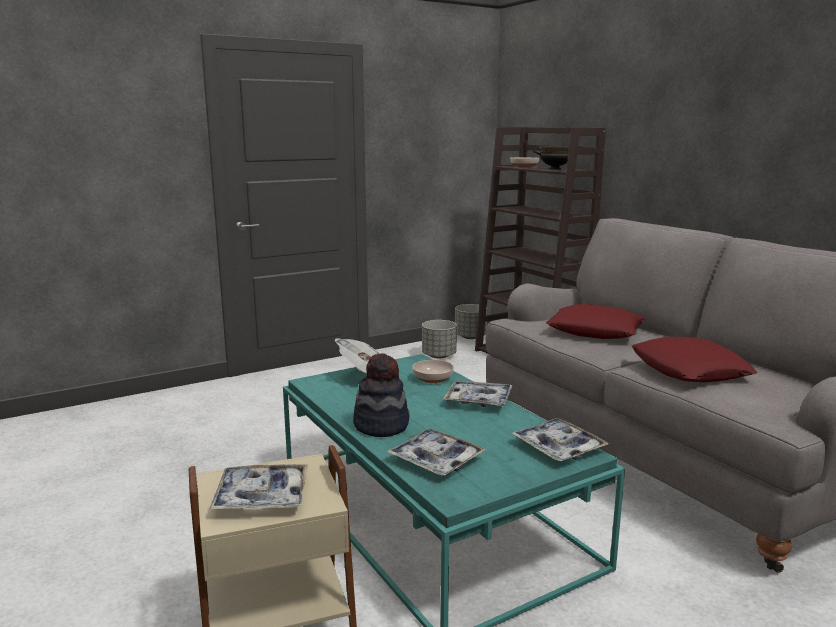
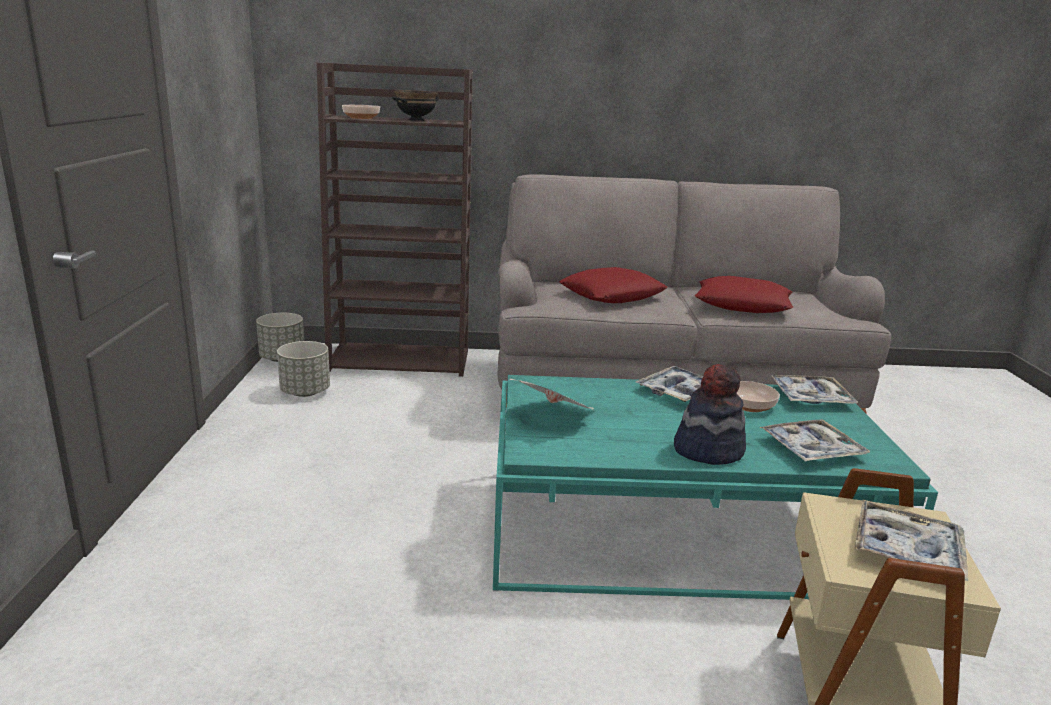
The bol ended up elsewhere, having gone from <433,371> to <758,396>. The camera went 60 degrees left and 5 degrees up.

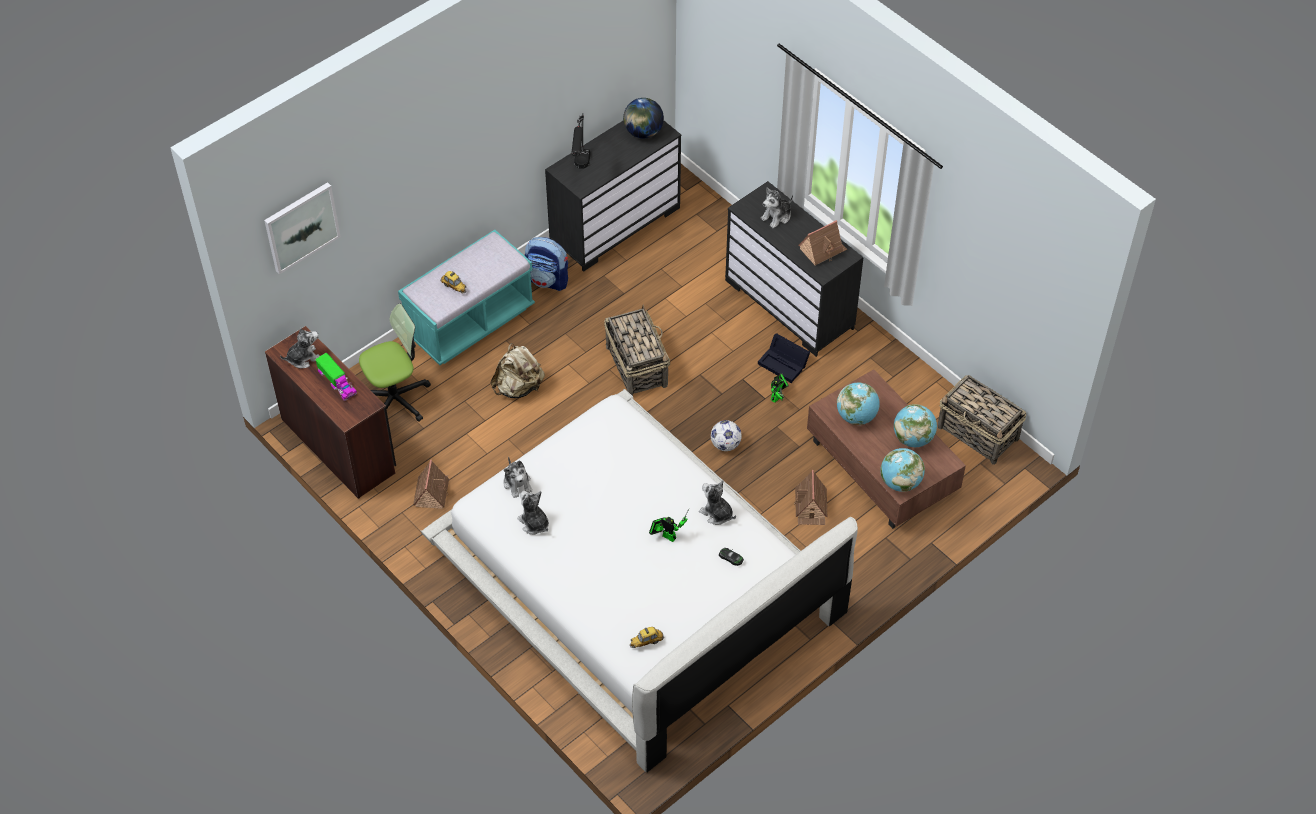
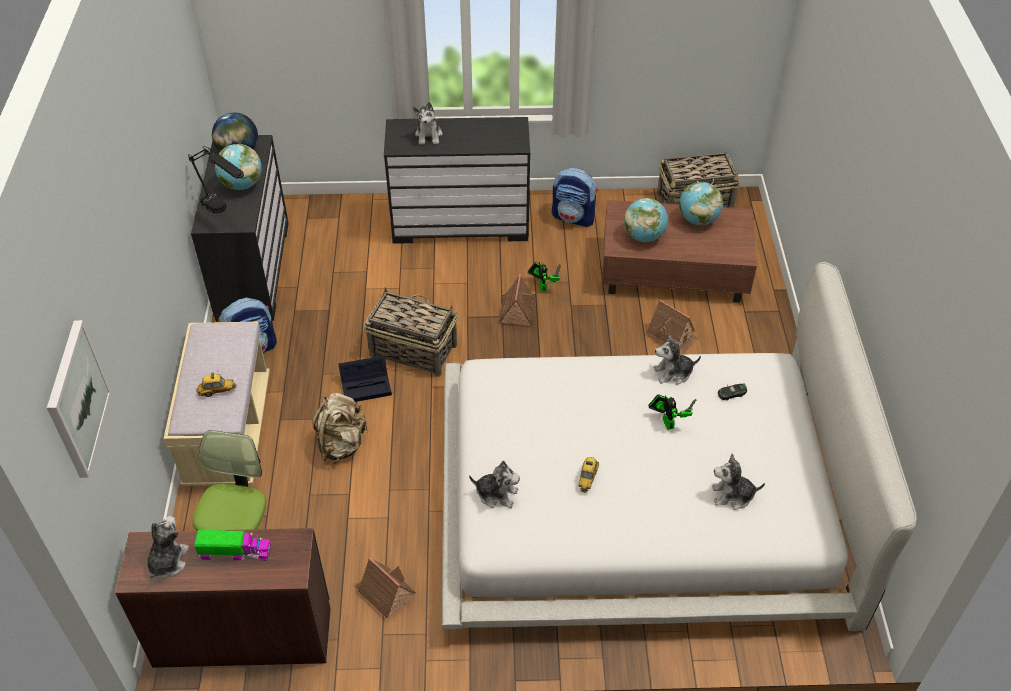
What was the banc [turquoise] at <466,297> turned into the banc [beige] at <217,404>. The peluche ended up elsewhere, having gone from <533,513> to <738,482>. The petite voiture ended up elsewhere, having gone from <647,637> to <588,475>. The robot jouet at <669,525> ended up facing another way, 90 degrees clockwise from before. The second view lost the ballon de foot at <726,435>. The boîte de rangement [noir] ended up elsewhere, having gone from <784,358> to <365,379>. The maison miniature ended up elsewhere, having gone from <822,242> to <517,300>. The globe ended up elsewhere, having gone from <902,470> to <238,167>. The second view gained the sac à dos at <575,197>. The camera went 50 degrees left and 5 degrees down.

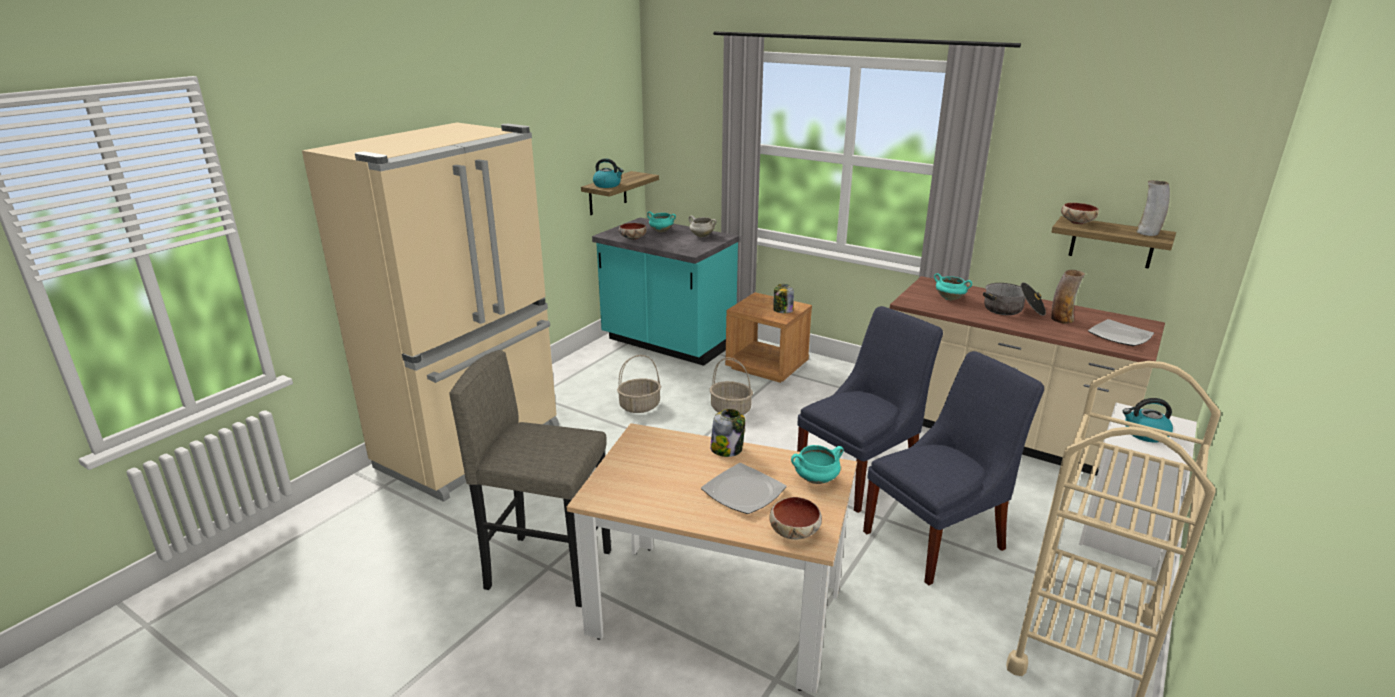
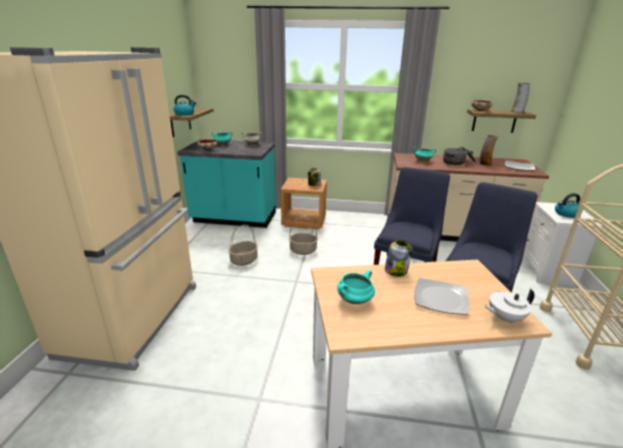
The second view lost the tabouret [gris] at <530,478>. Where the bol stood at <795,518>, the théière [blanc] came to stand at <509,306>. The marmite [turquoise] ended up elsewhere, having gone from <817,464> to <356,287>. The camera went 25 degrees left and 0 degrees up.

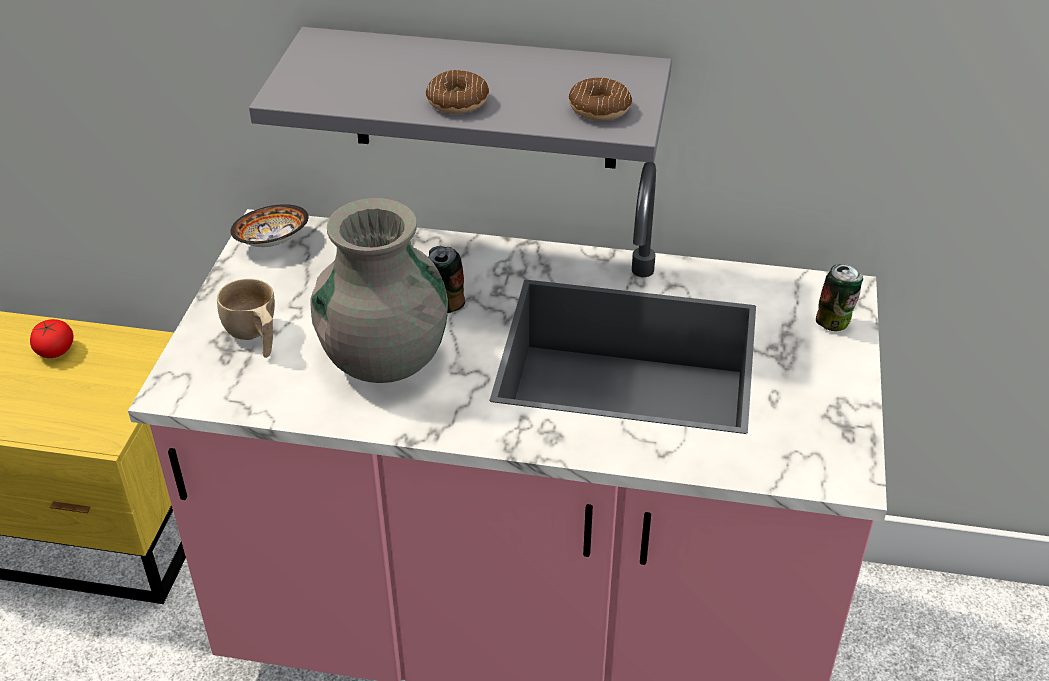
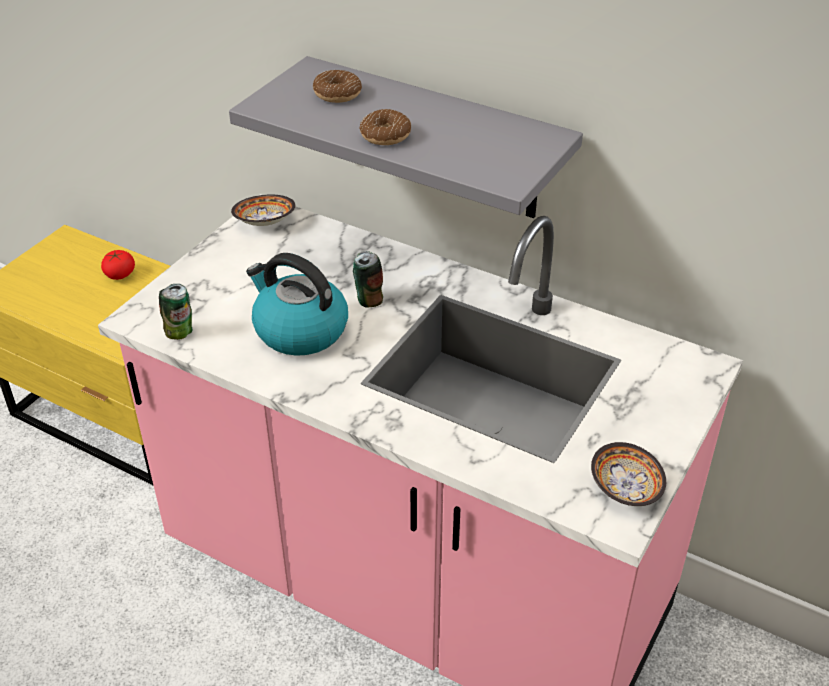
The second view lost the tasse [beige] at <246,318>. Where the vase [gris] stood at <379,290>, the bouilloire came to stand at <297,304>. The beignet ended up elsewhere, having gone from <600,99> to <337,86>. The boîte métallique ended up elsewhere, having gone from <839,297> to <175,312>. The second view gained the bol at <628,474>. The camera went 20 degrees right and 0 degrees up.

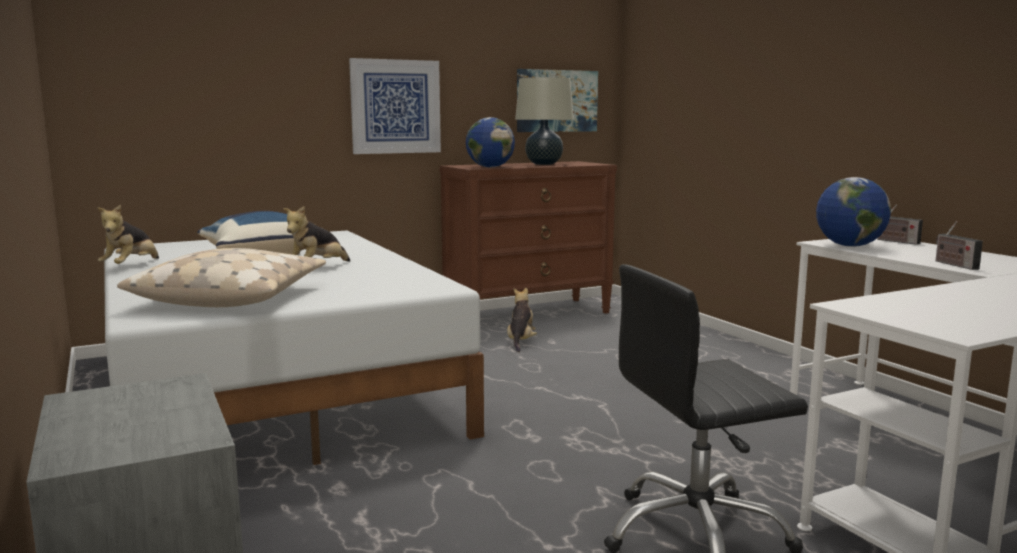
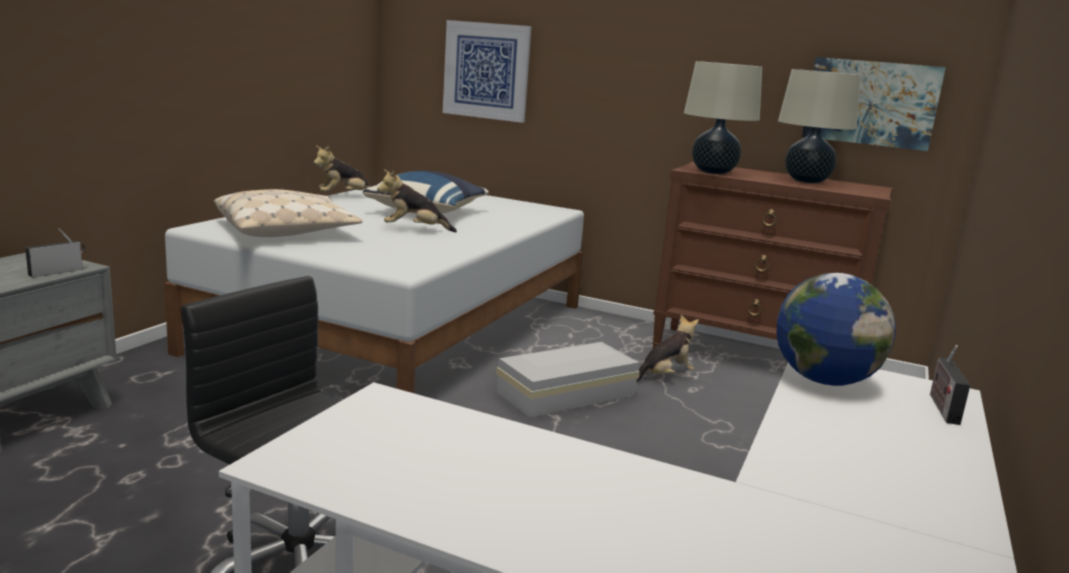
The tableau ended up elsewhere, having gone from <395,106> to <487,71>. Where the globe stood at <490,142>, the lampe de table [beige] came to stand at <723,117>. The radio ended up elsewhere, having gone from <959,245> to <55,252>. The second view gained the boîte de rangement [blanc] at <568,380>. The camera went 50 degrees right and 5 degrees up.

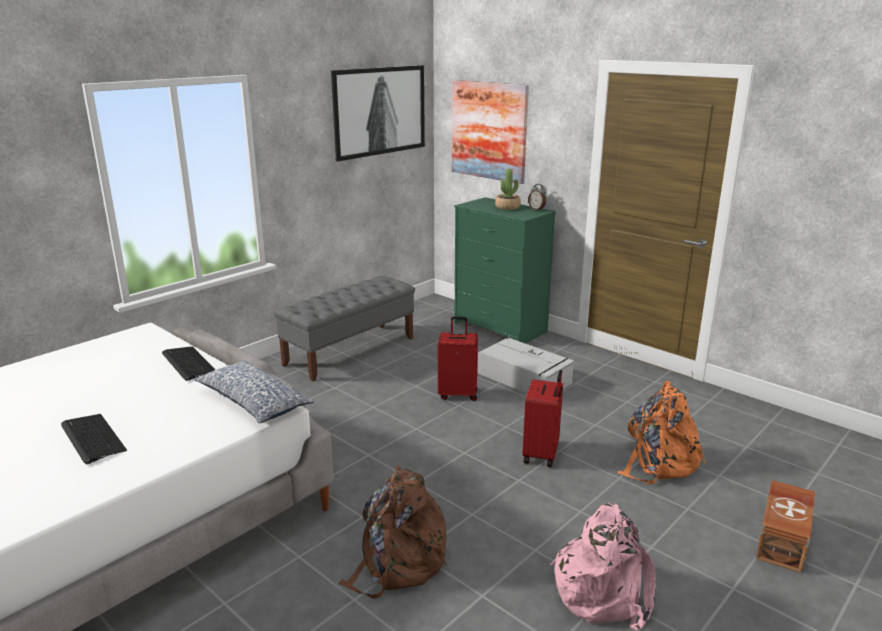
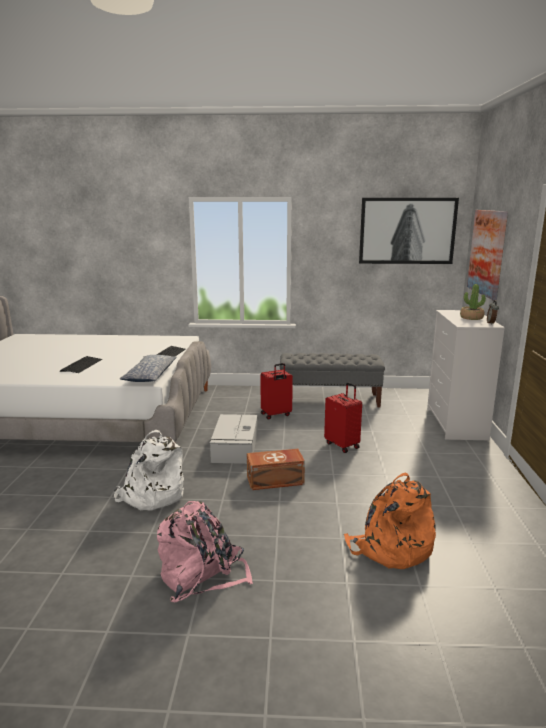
What was the sac à dos [marron] at <393,532> turned into the sac à dos [blanc] at <149,470>. What was the commode [vert] at <505,270> turned into the commode [blanc] at <466,375>. The boîte de rangement [gris] ended up elsewhere, having gone from <526,365> to <233,439>. The valise [rouge] ended up elsewhere, having gone from <543,418> to <276,391>. The boîte de rangement [marron] ended up elsewhere, having gone from <785,526> to <276,469>. The camera went 50 degrees right and 5 degrees down.

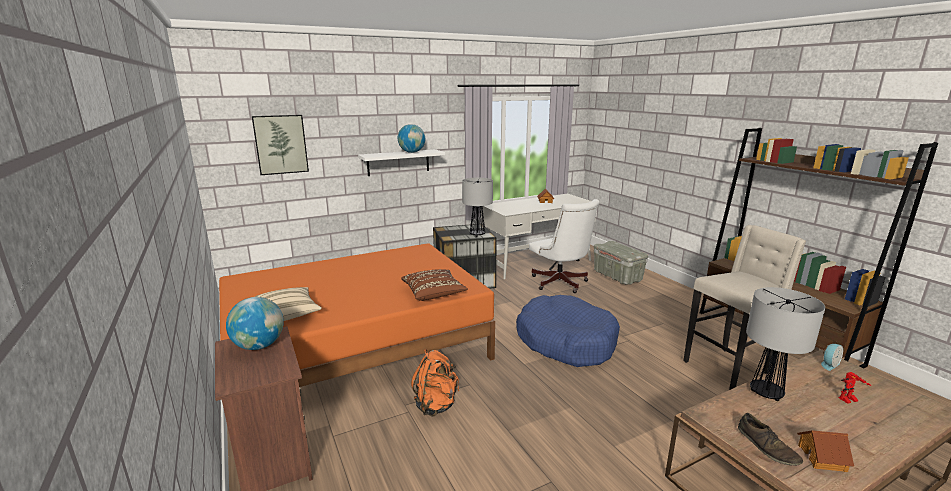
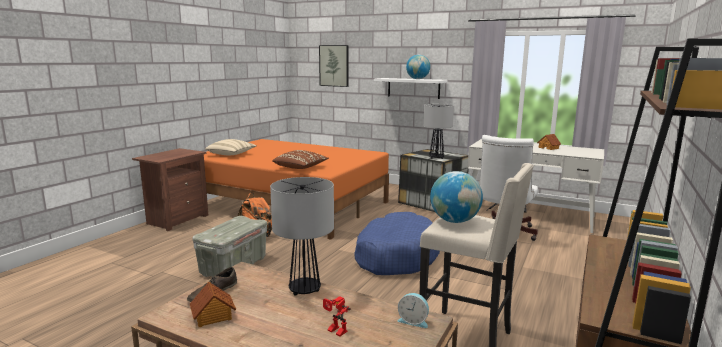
The globe ended up elsewhere, having gone from <255,323> to <456,197>. The boîte de rangement [gris] ended up elsewhere, having gone from <621,263> to <229,246>. The camera went 55 degrees right and 5 degrees down.

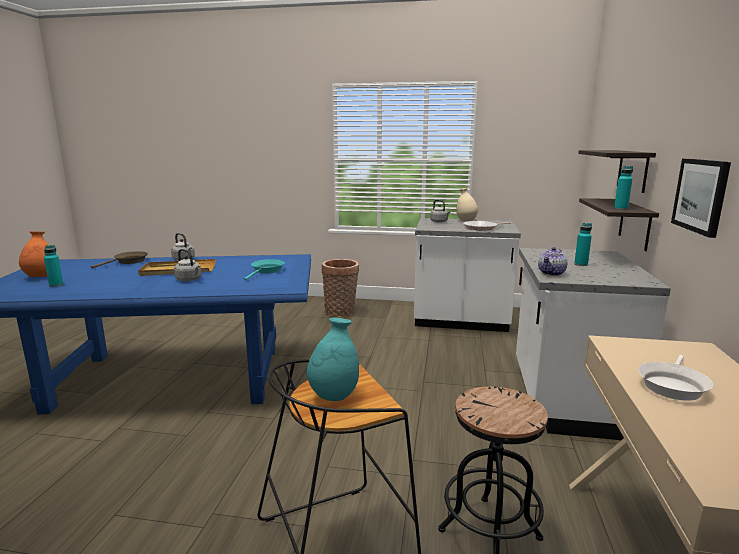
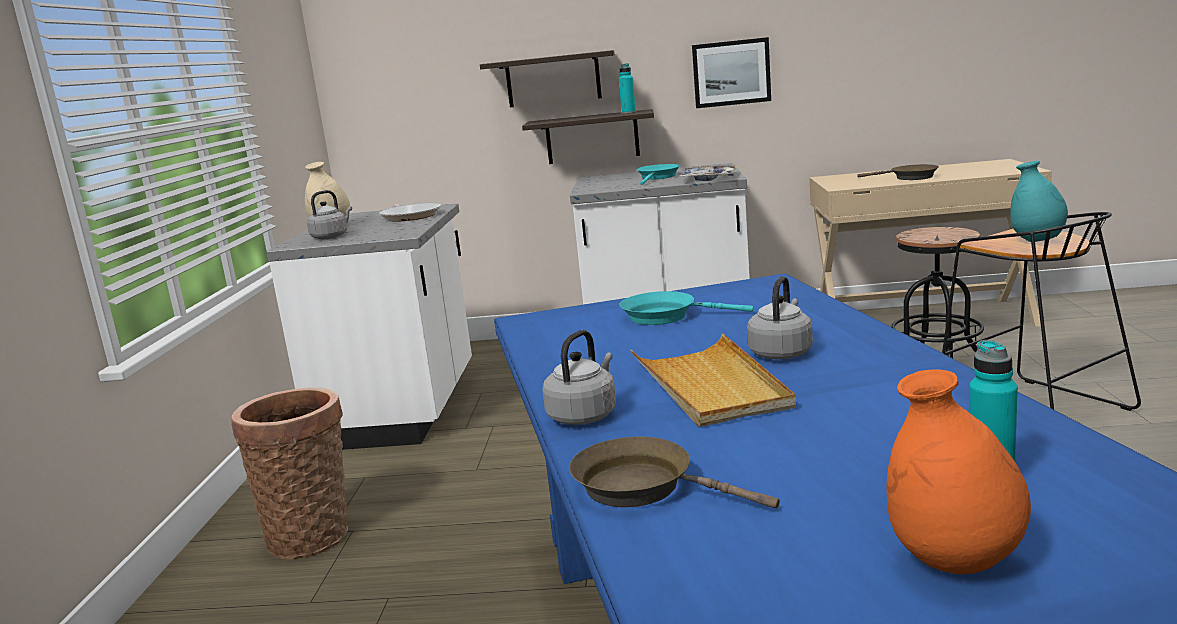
Where the théière stood at <553,261>, the plateau came to stand at <708,173>. Where the bouteille [turquoise] stood at <583,244>, the poêle [turquoise] came to stand at <658,174>. What was the poêle [blanc] at <676,378> turned into the poêle [marron] at <898,172>. The camera went 95 degrees left and 0 degrees up.

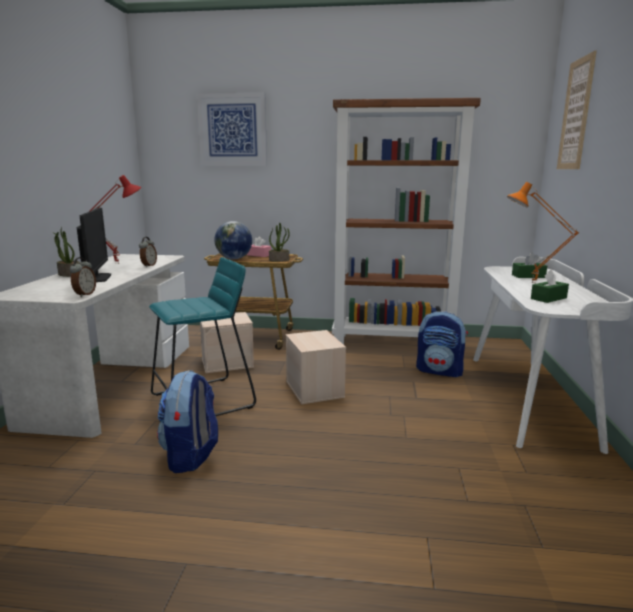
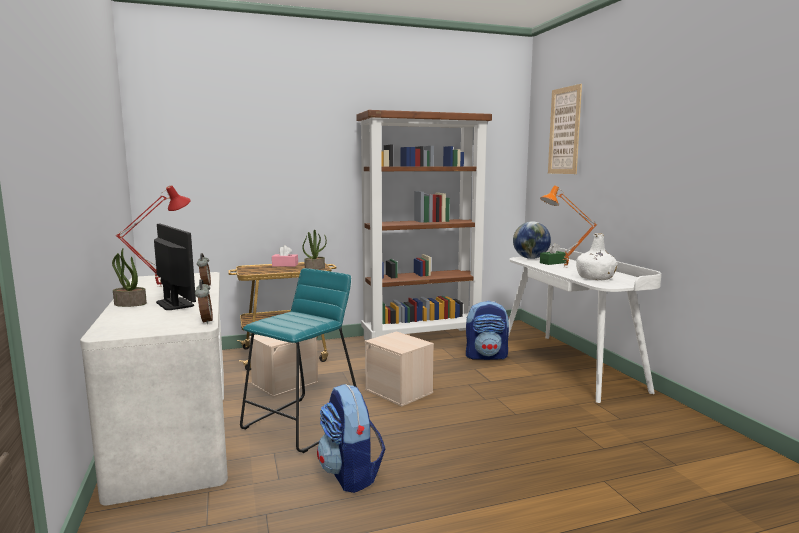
The second view lost the tableau at <232,129>. The globe ended up elsewhere, having gone from <233,240> to <532,240>. Where the boîte à mouchoirs [vert] stood at <550,286>, the bouteille [blanc] came to stand at <596,256>. The camera went 25 degrees left and 5 degrees down.

